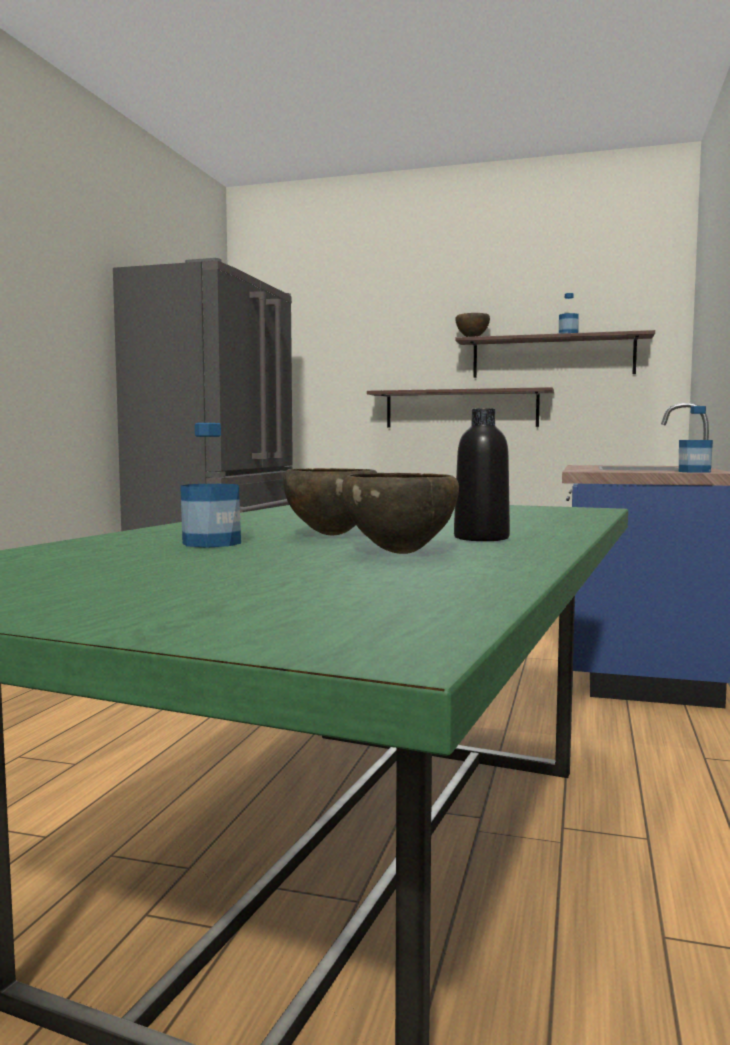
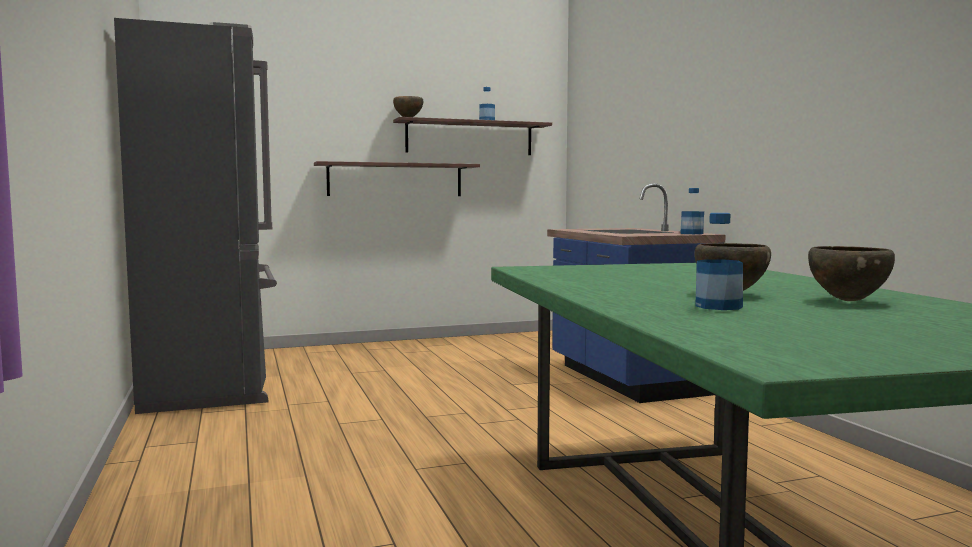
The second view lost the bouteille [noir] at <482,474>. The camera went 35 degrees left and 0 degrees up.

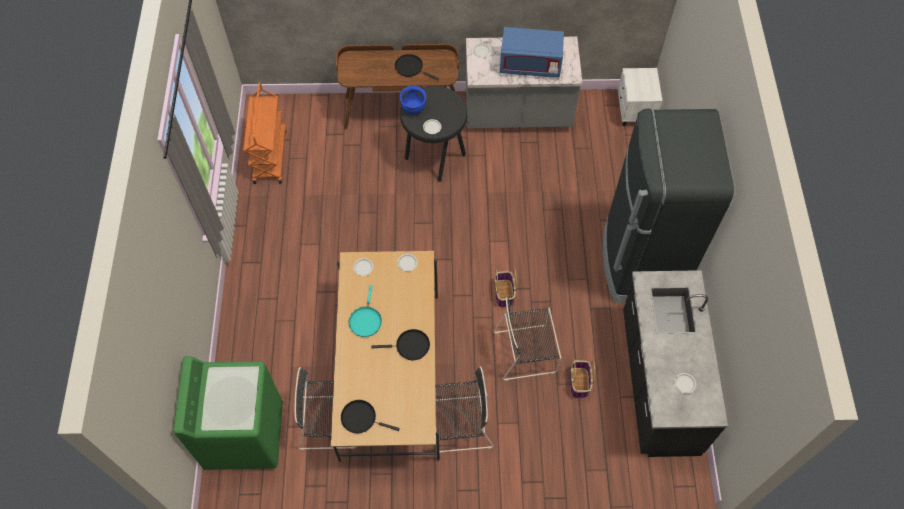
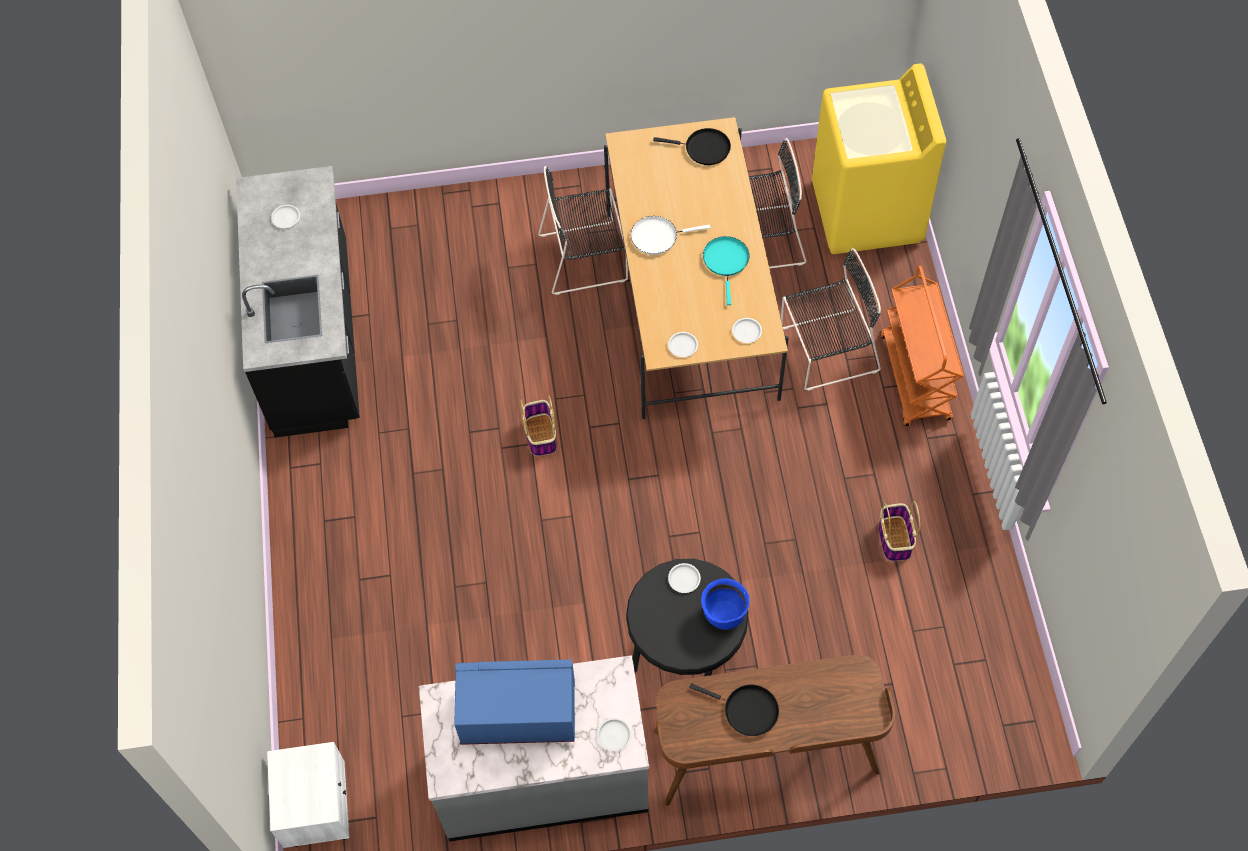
What was the lave-linge [vert] at <228,413> turned into the lave-linge [jaune] at <879,159>. The chariot [orange] ended up elsewhere, having gone from <265,133> to <922,346>. What was the poêle [noir] at <400,344> turned into the poêle [blanc] at <670,235>. The chaise [noir] ended up elsewhere, having gone from <527,339> to <831,319>. The panier ended up elsewhere, having gone from <582,378> to <899,531>. The second view lost the réfrigérateur [noir] at <668,206>. The camera went 175 degrees right and 0 degrees up.

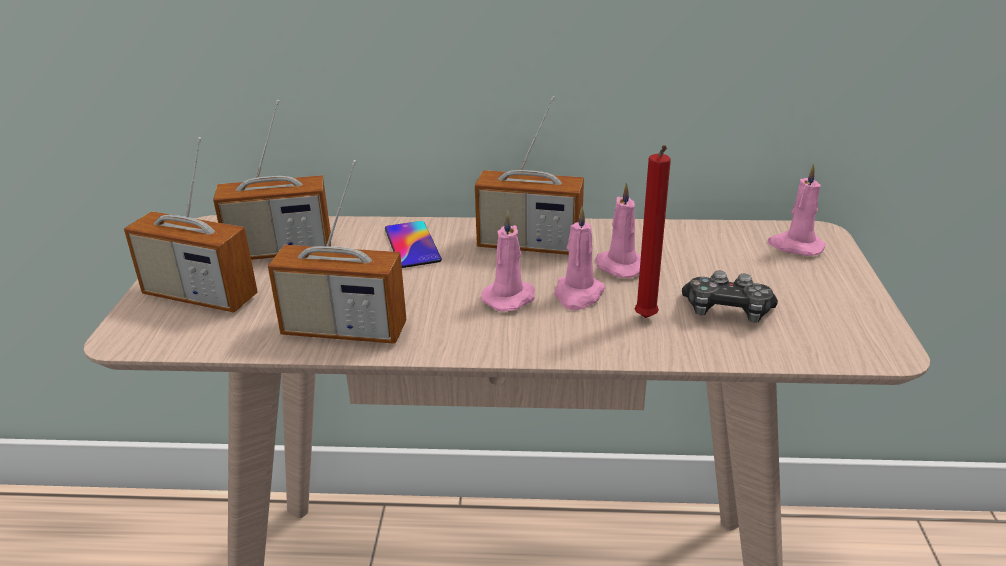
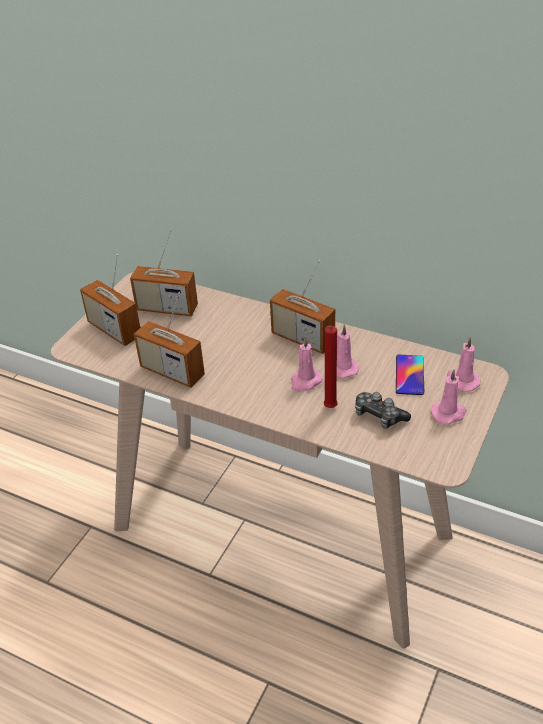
The téléphone ended up elsewhere, having gone from <413,244> to <410,375>. The bougie [rose] ended up elsewhere, having gone from <508,261> to <448,397>. The camera went 25 degrees right and 10 degrees up.

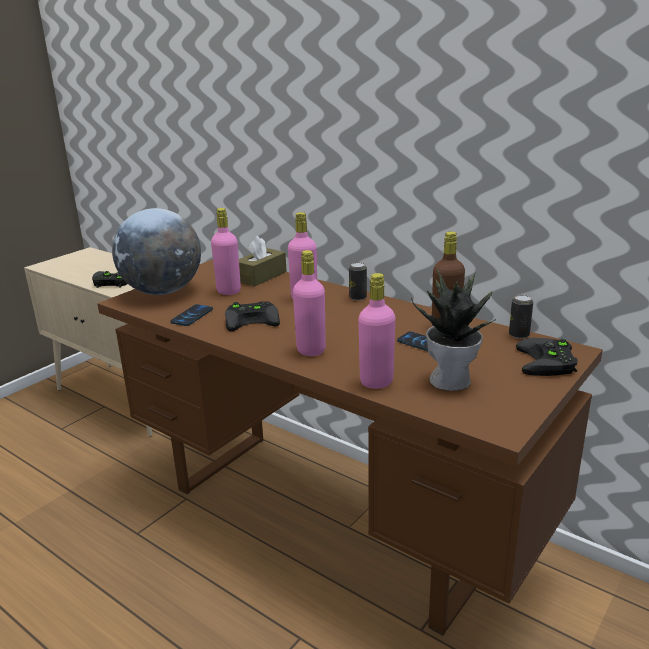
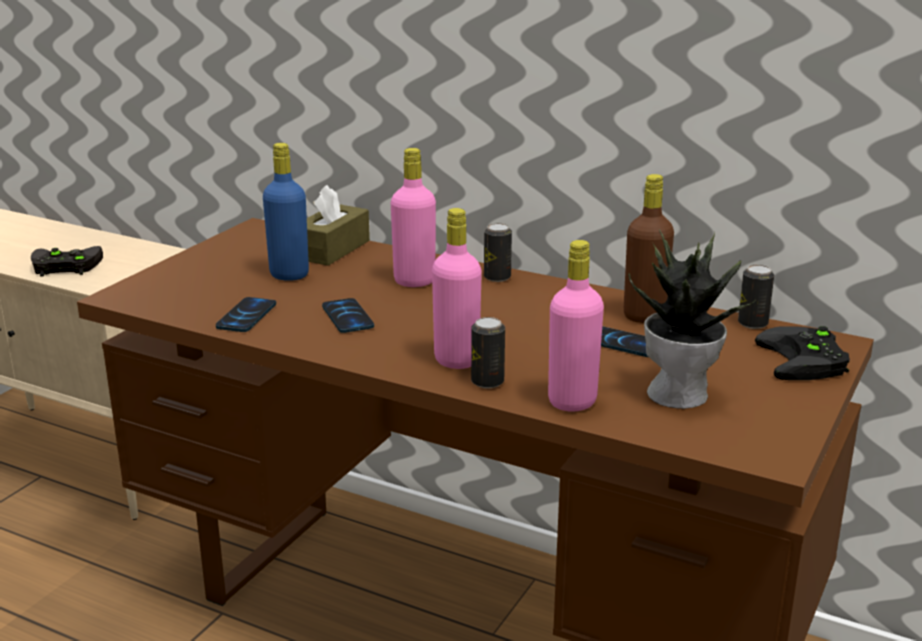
The second view lost the globe at <156,251>. What was the bouteille [rose] at <226,251> turned into the bouteille [bleu] at <286,212>. Where the manette [noir] stood at <252,316>, the téléphone came to stand at <348,315>. The second view gained the boîte métallique at <488,352>. The camera went 10 degrees left and 0 degrees up.

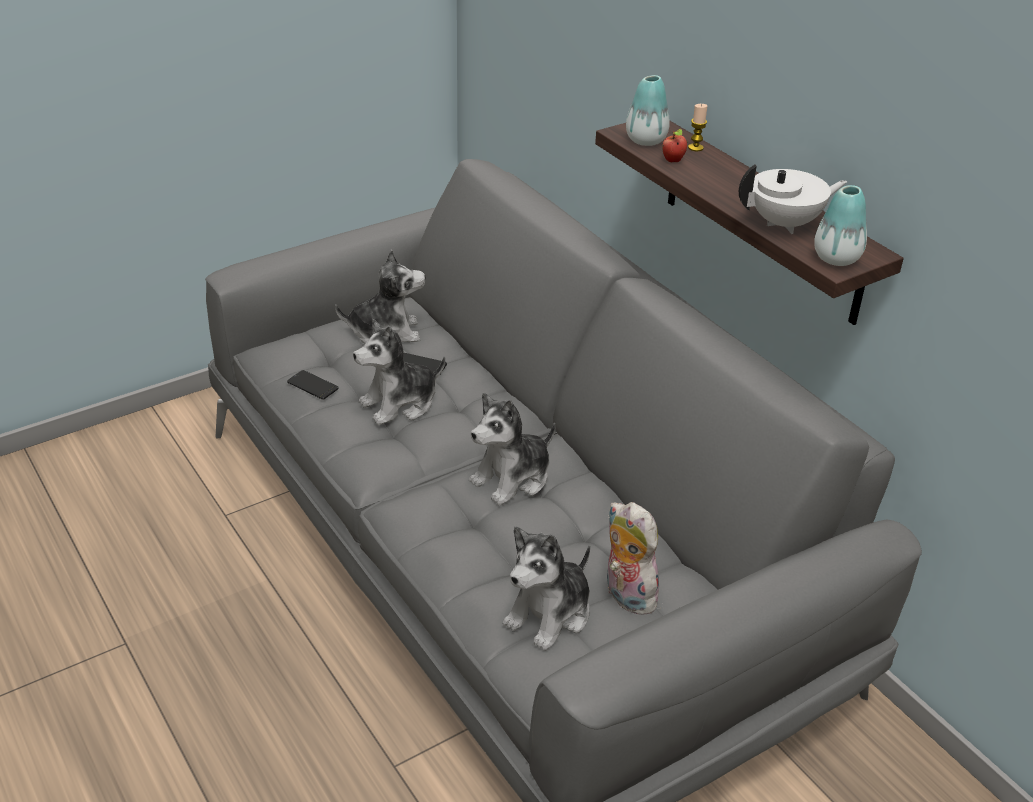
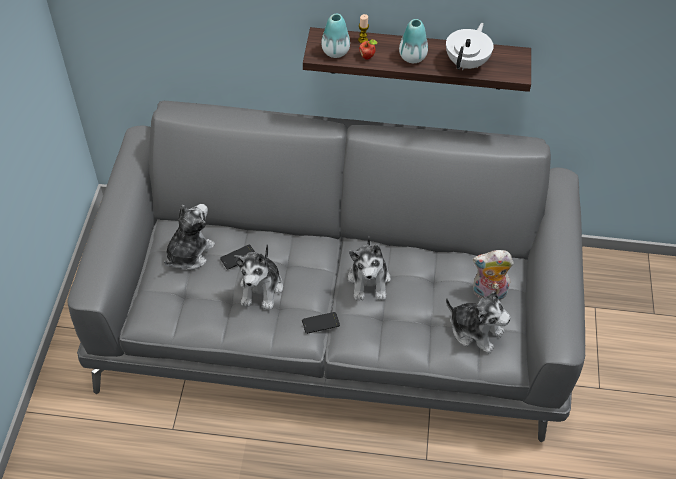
The téléphone ended up elsewhere, having gone from <313,385> to <321,323>. The peluche at <546,588> ended up facing another way, 45 degrees counterclockwise from before. The vase ended up elsewhere, having gone from <840,225> to <413,41>. The camera went 50 degrees left and 15 degrees up.

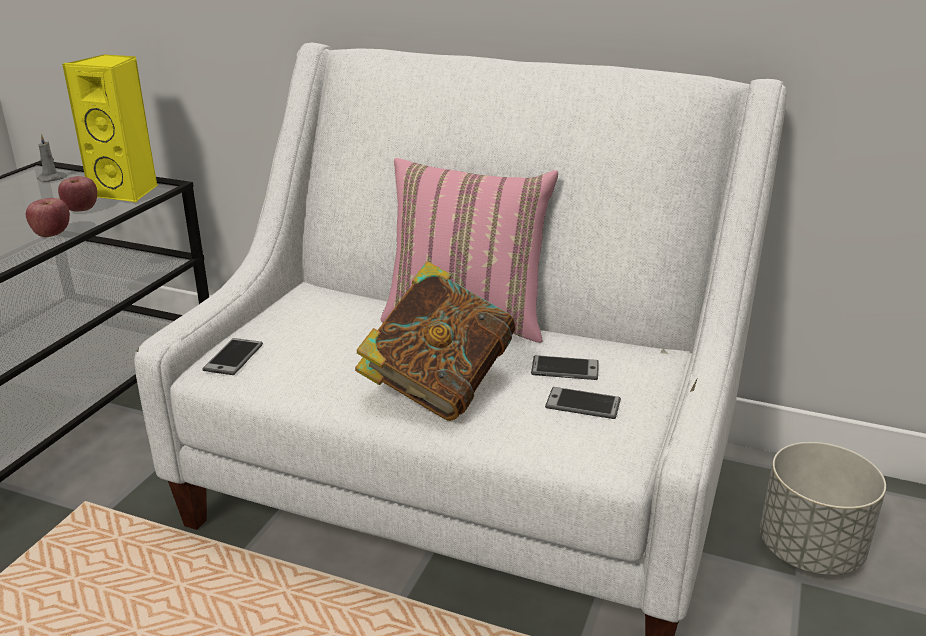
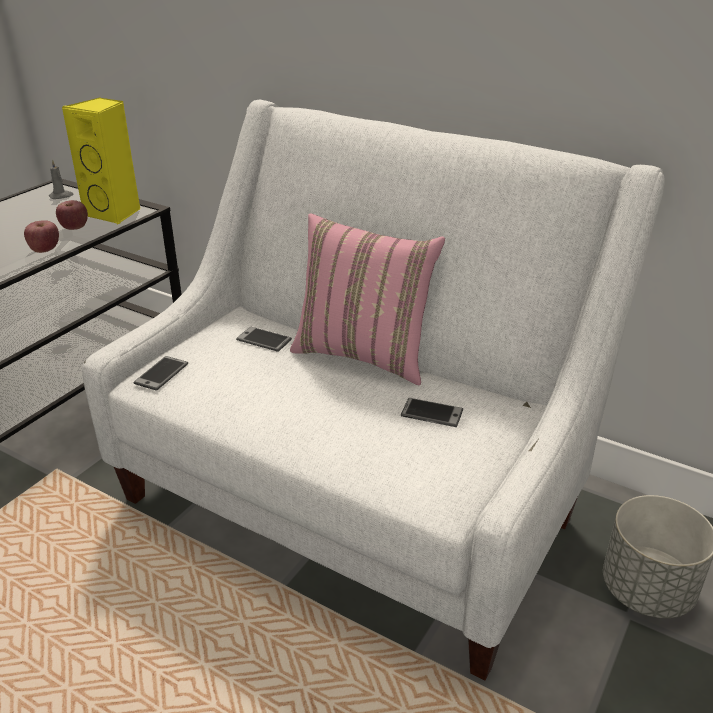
The second view lost the livre at <435,341>. The téléphone ended up elsewhere, having gone from <583,403> to <264,339>. The camera went 10 degrees right and 5 degrees up.

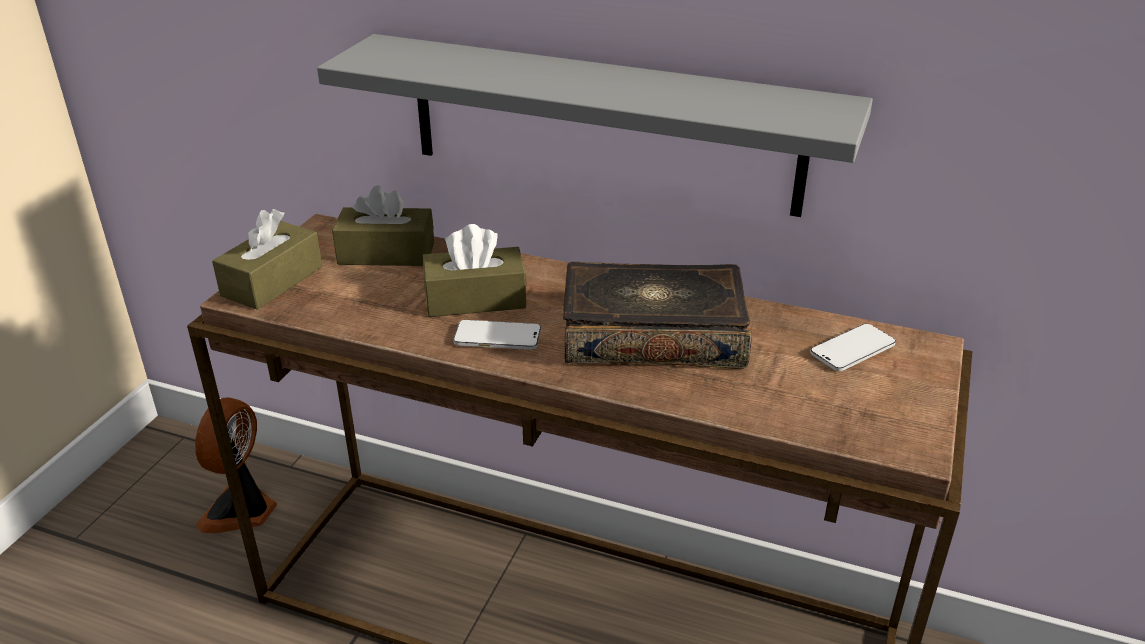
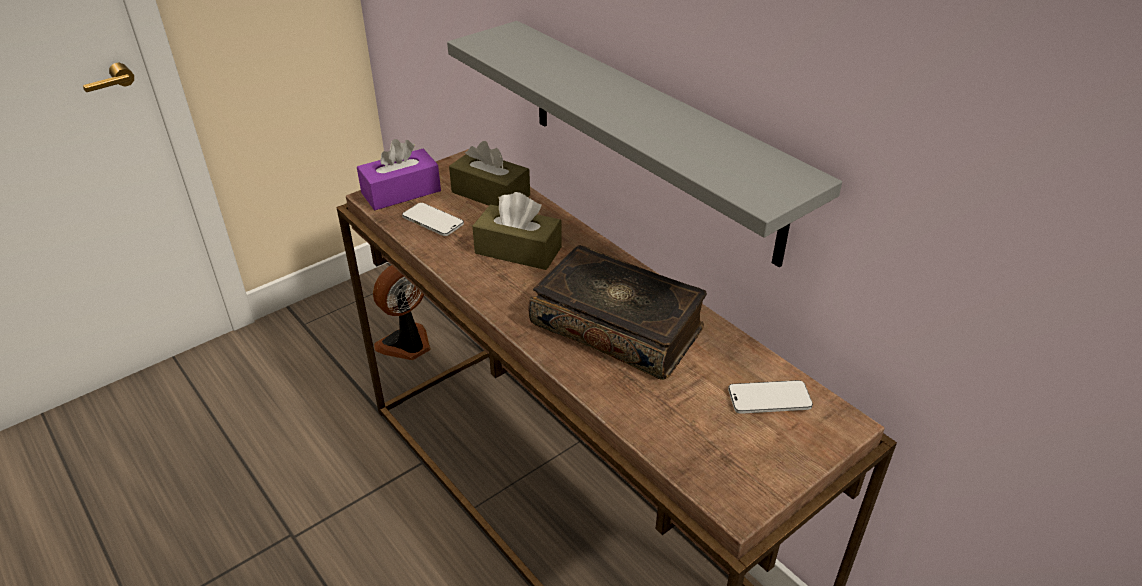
What was the boîte à mouchoirs [marron] at <267,259> turned into the boîte à mouchoirs [violet] at <399,174>. The téléphone ended up elsewhere, having gone from <497,335> to <433,219>. The camera went 30 degrees right and 5 degrees up.

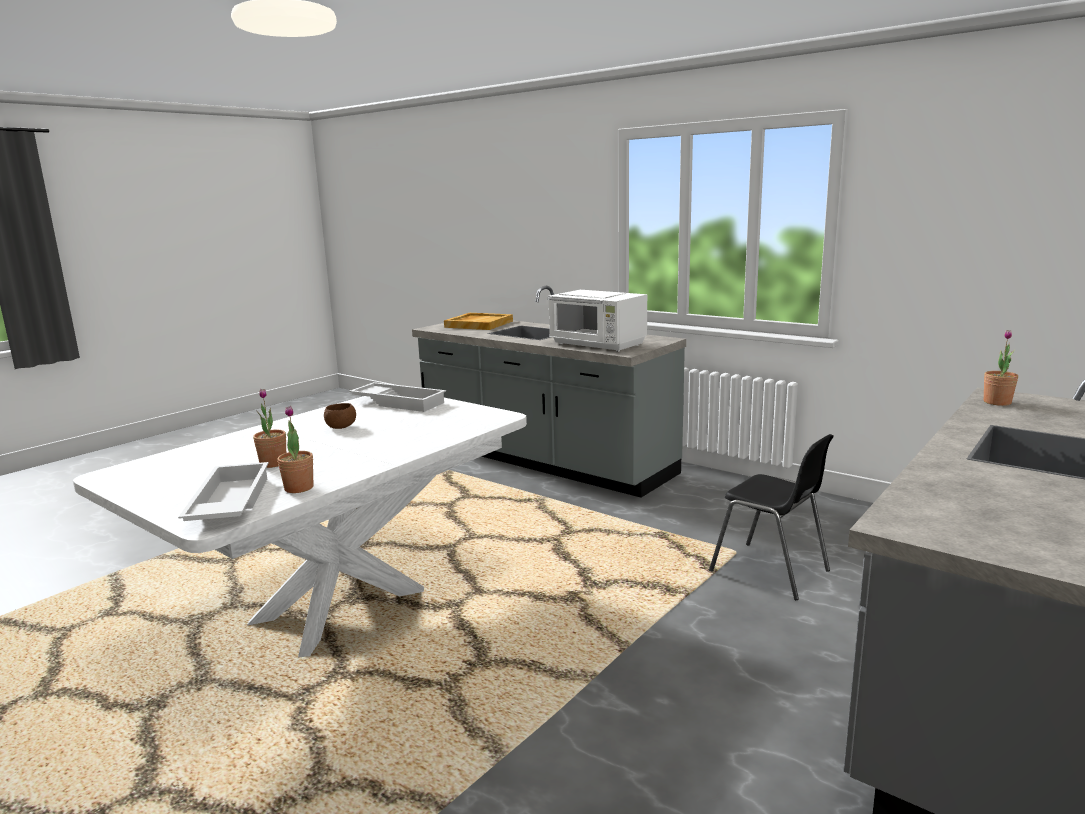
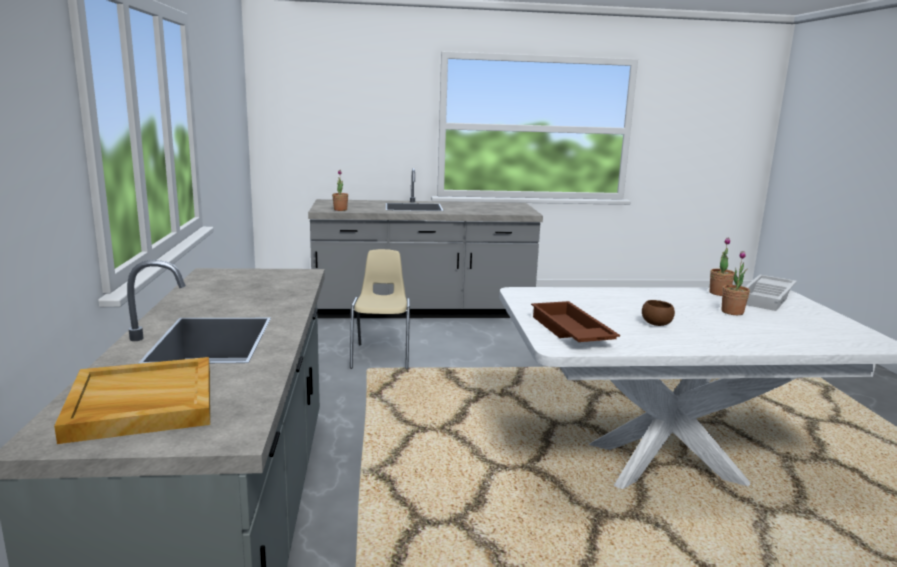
What was the plateau [blanc] at <397,397> turned into the plateau [marron] at <575,321>. The second view lost the micro-ondes [blanc] at <597,321>. What was the chaise [noir] at <771,517> turned into the chaise [beige] at <380,309>. The camera went 135 degrees left and 0 degrees up.

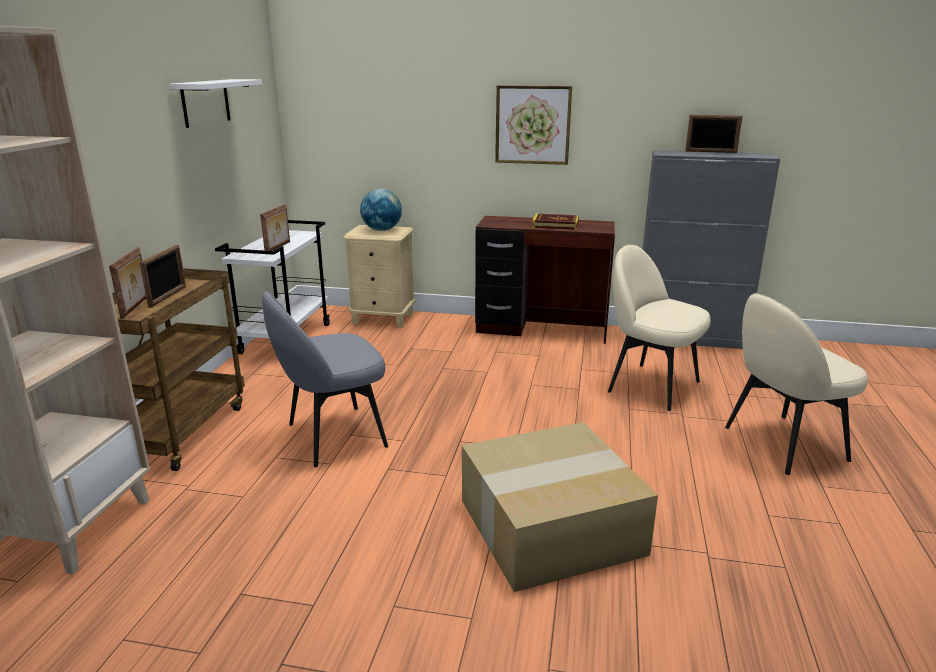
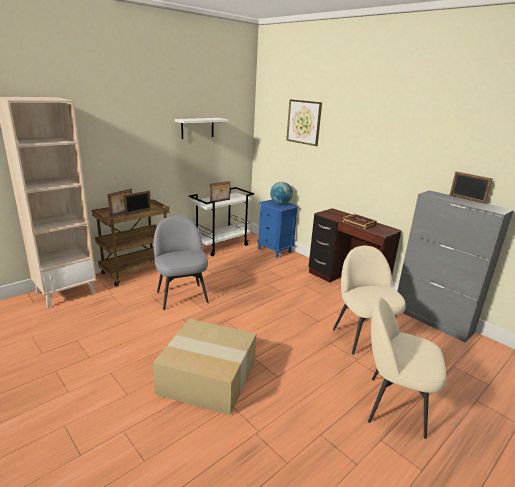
The chaise [gris] at <325,379> ended up facing another way, 60 degrees clockwise from before. What was the table de chevet [beige] at <379,276> turned into the table de chevet [bleu] at <277,228>. The tableau ended up elsewhere, having gone from <533,125> to <304,122>. The camera went 35 degrees right and 0 degrees up.

